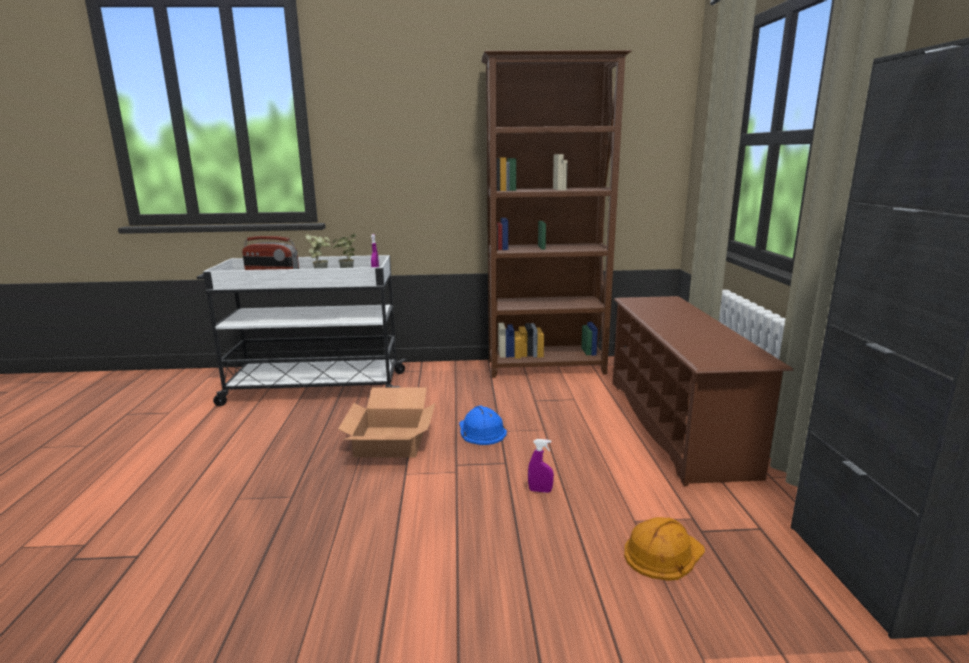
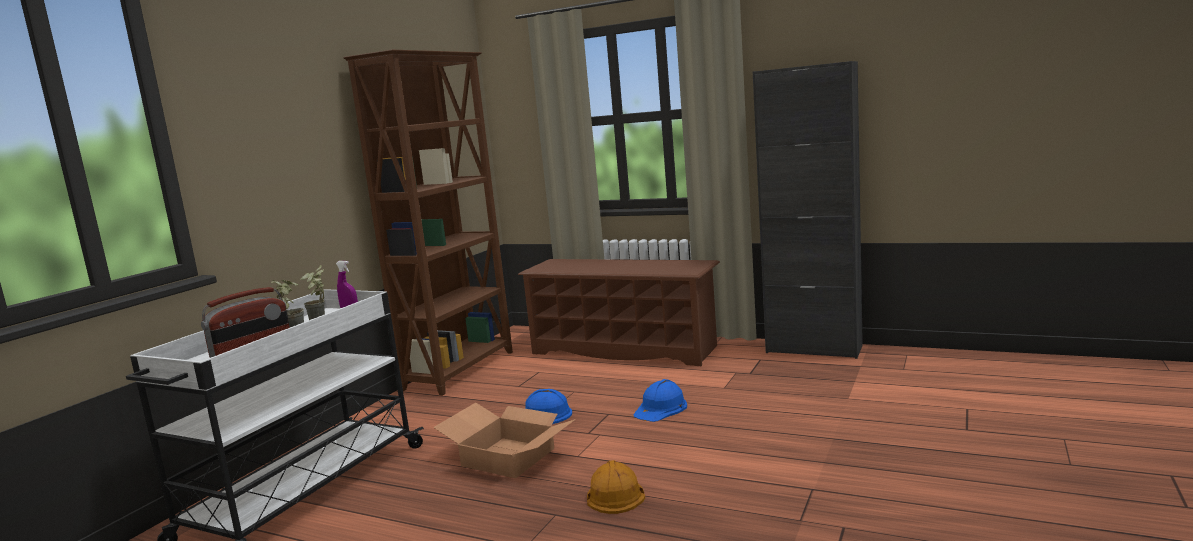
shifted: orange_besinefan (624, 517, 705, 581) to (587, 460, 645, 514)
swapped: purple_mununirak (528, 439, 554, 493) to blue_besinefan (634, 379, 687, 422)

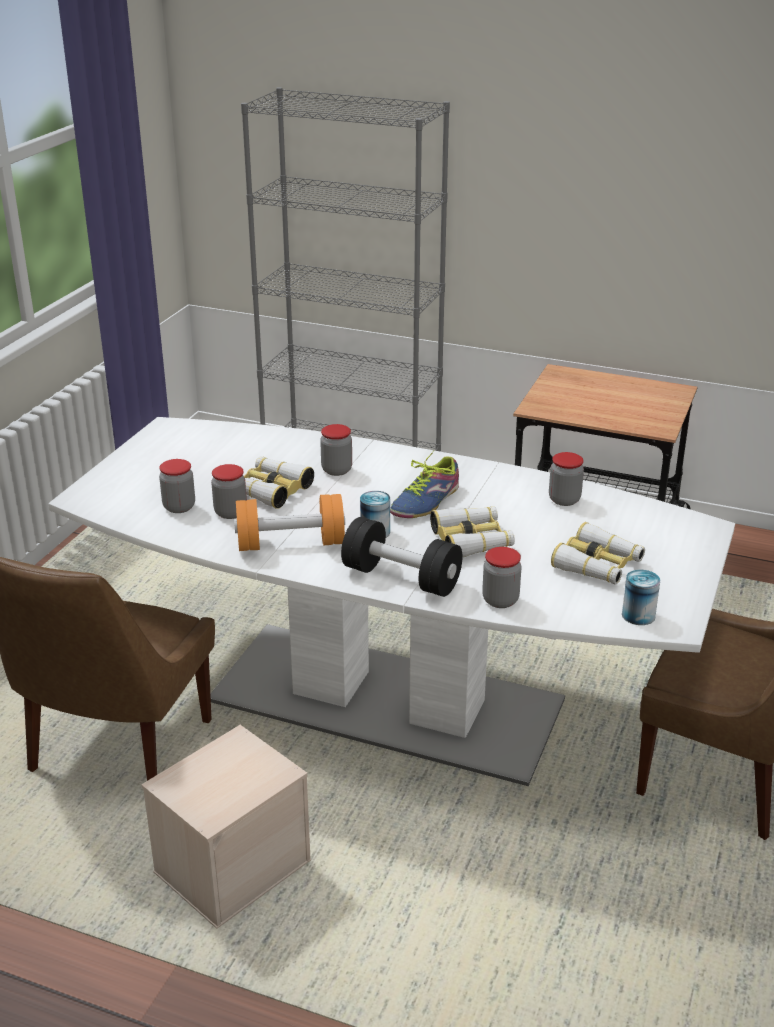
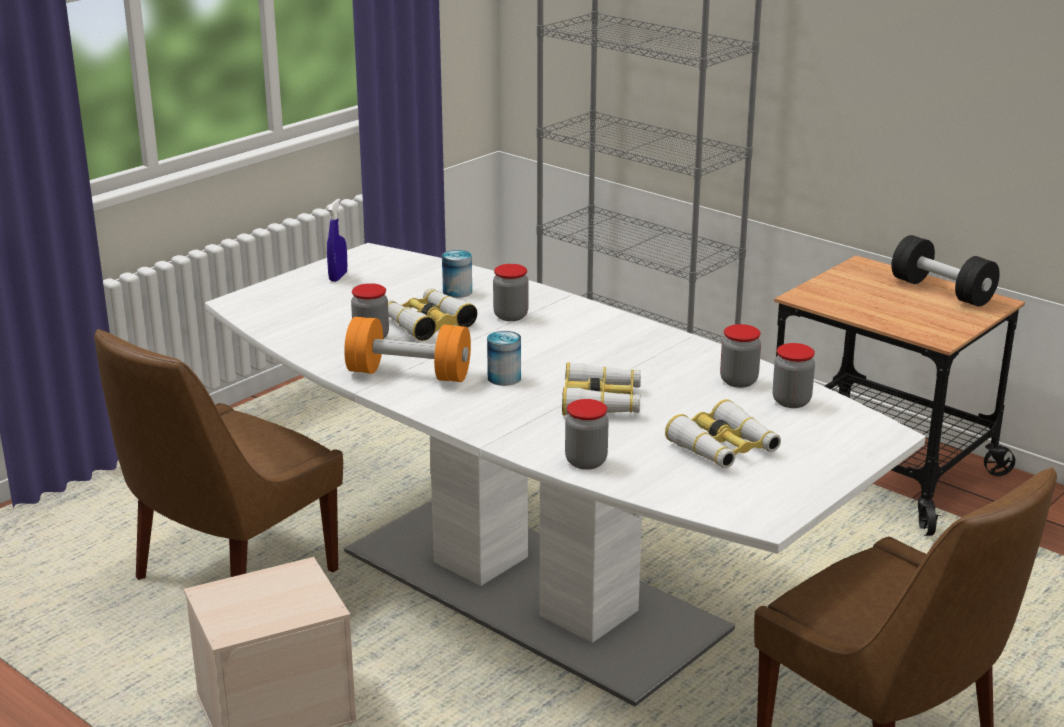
gone: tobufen (390, 451, 459, 518)
new: blue_mununirak (327, 199, 347, 282)
shifted: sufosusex (622, 570, 660, 625) to (442, 250, 472, 298); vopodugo (159, 459, 195, 513) to (772, 343, 815, 408); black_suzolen (341, 517, 463, 597) to (891, 235, 1000, 307)

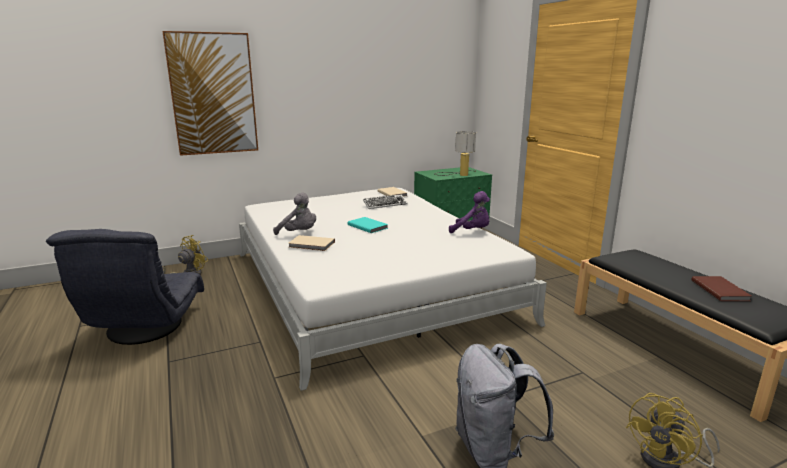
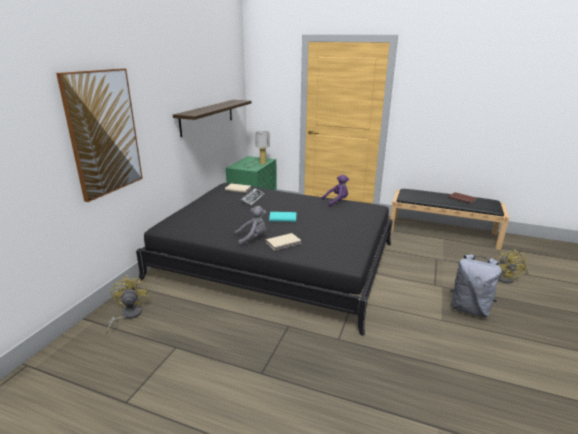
gone: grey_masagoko (46, 229, 204, 345)
new: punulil (173, 100, 252, 137)
repainted: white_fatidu (239, 188, 547, 391) to black_fatidu (136, 183, 393, 336)

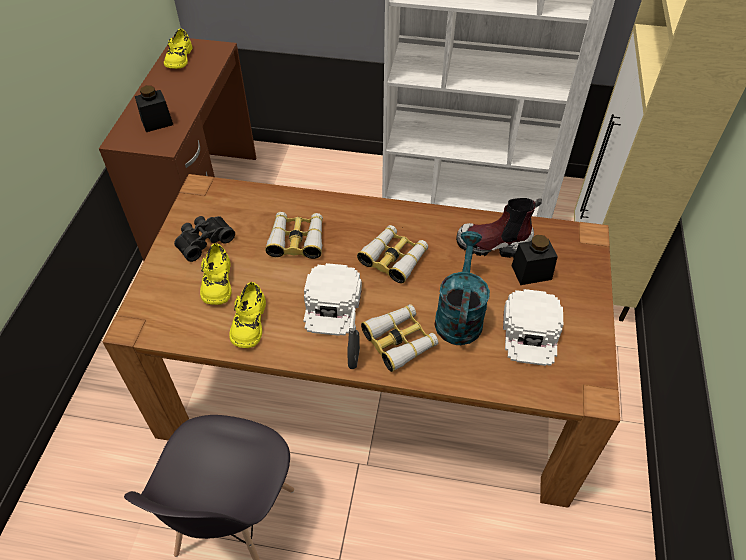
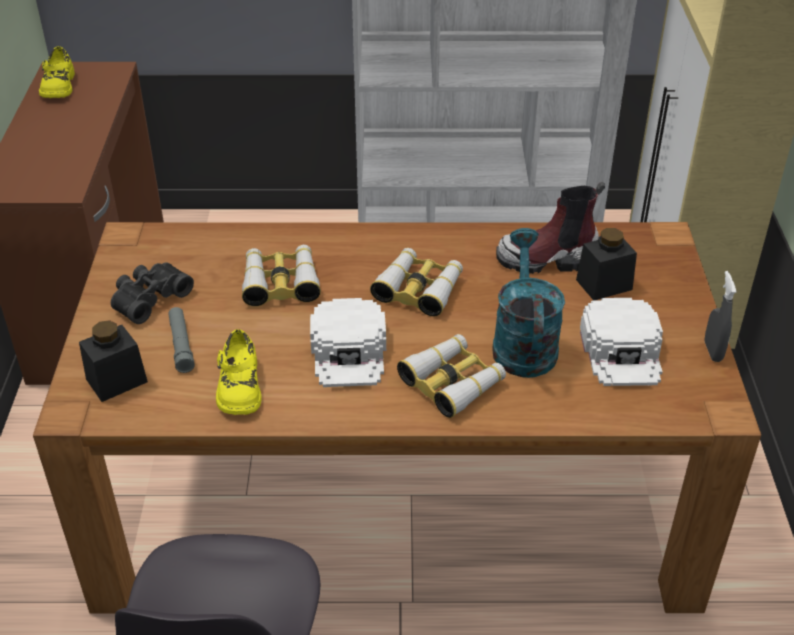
shifted: black_vopodugo (135, 85, 173, 132) to (79, 320, 148, 402); grey_mununirak (347, 308, 360, 369) to (705, 271, 737, 362)
swapped: yellow_tobufen (200, 243, 232, 305) to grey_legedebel (168, 307, 195, 373)

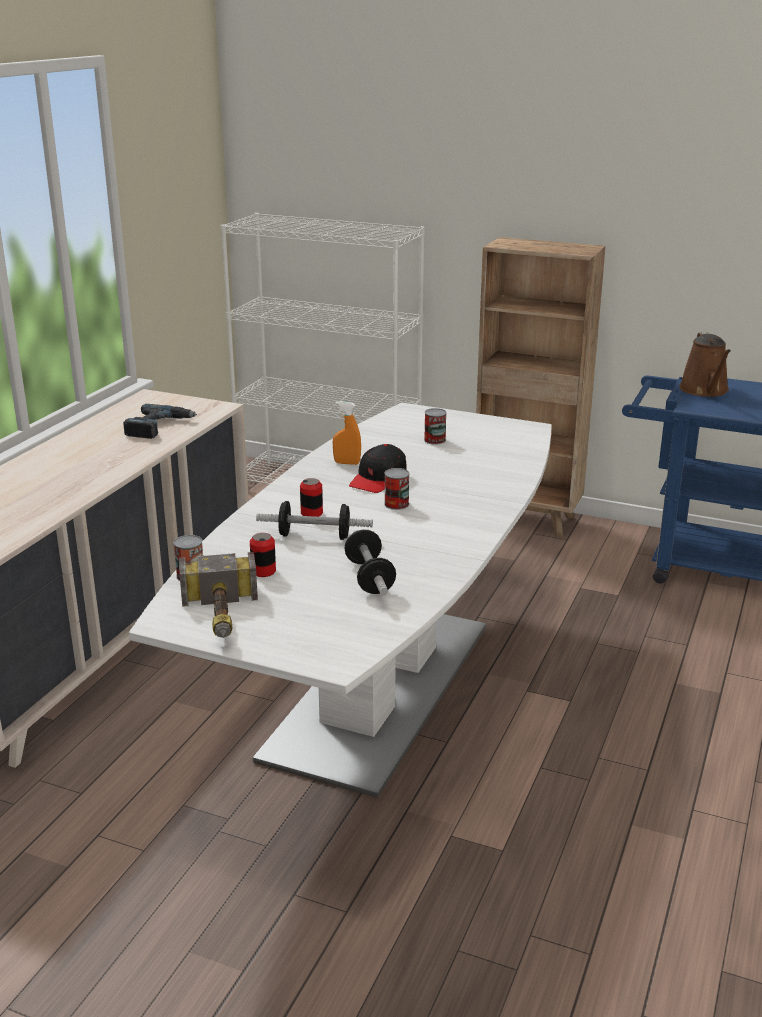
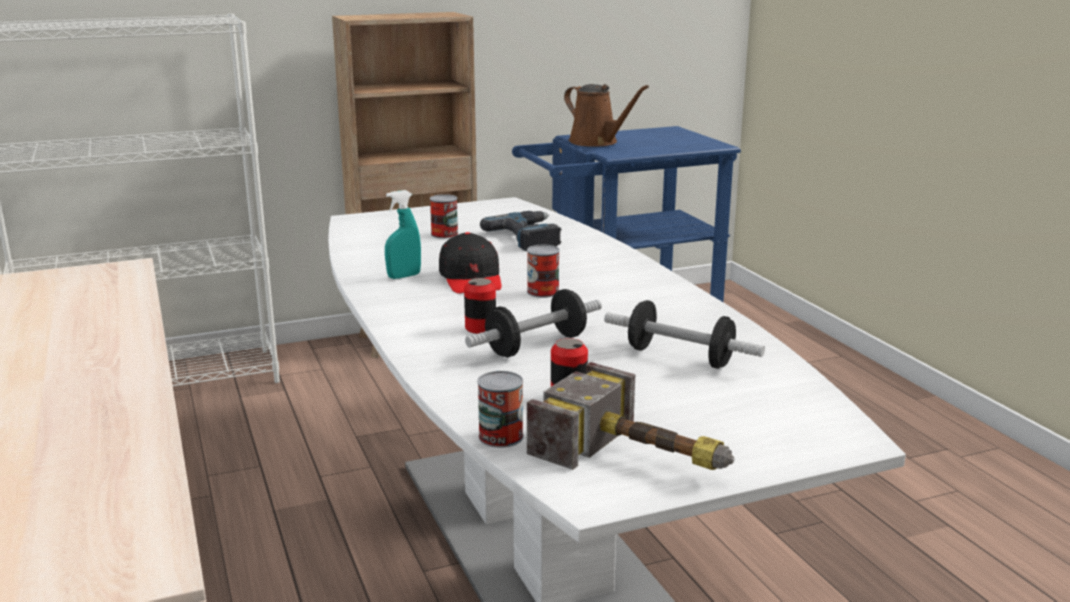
shifted: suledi (123, 404, 197, 439) to (480, 211, 562, 251)
repainted: orange_mununirak (333, 401, 361, 465) to turquoise_mununirak (385, 190, 421, 279)

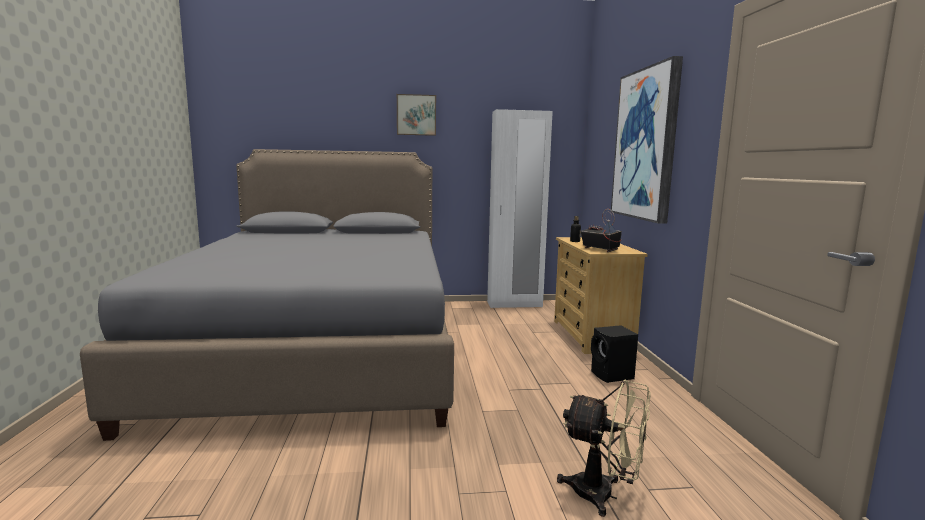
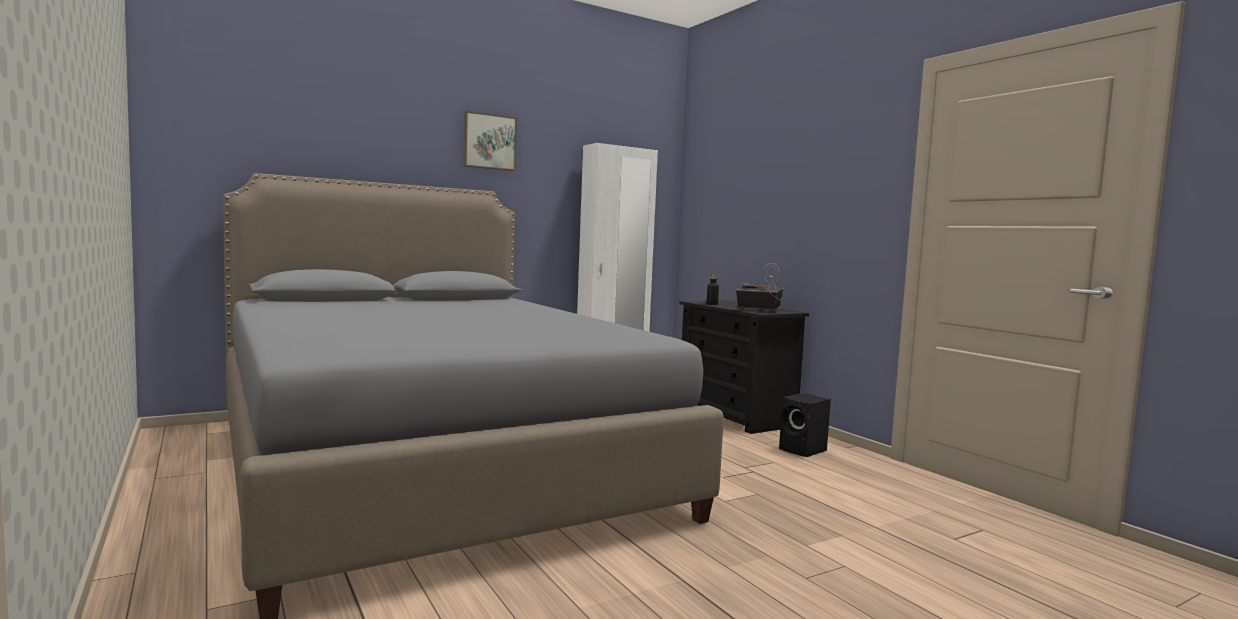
gone: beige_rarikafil (557, 379, 651, 517); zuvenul (611, 56, 683, 224)
repainted: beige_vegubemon (554, 237, 648, 354) to black_vegubemon (679, 301, 809, 434)

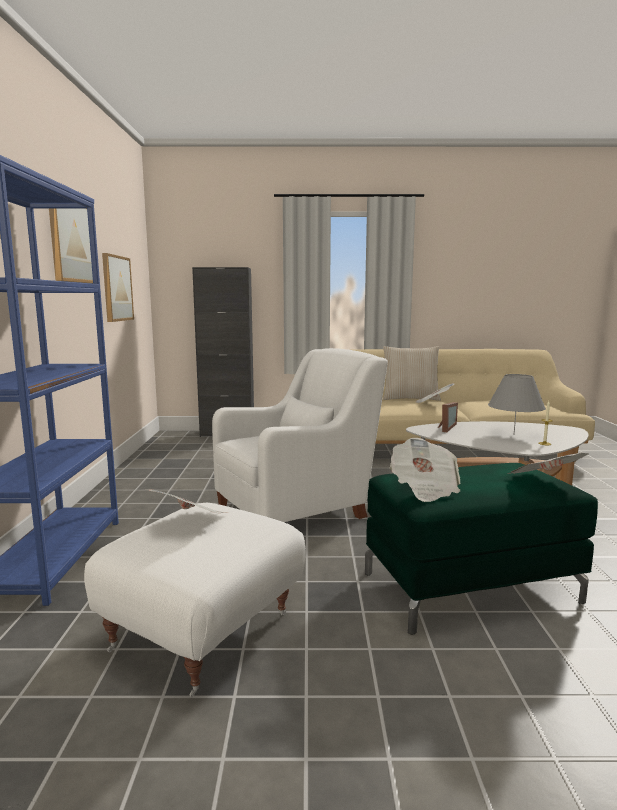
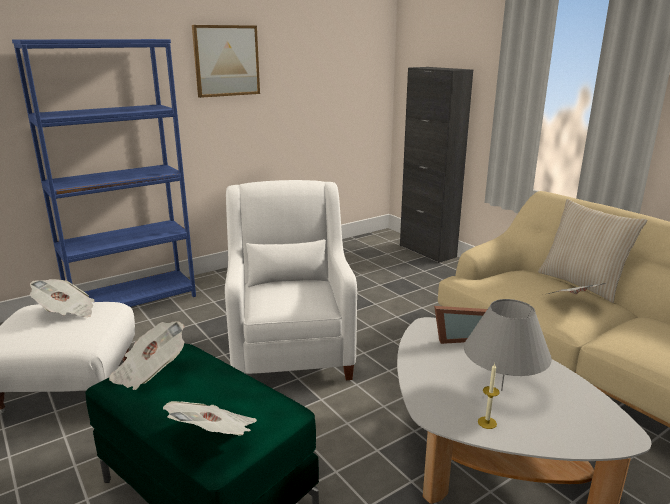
gone: zuvenul (102, 253, 134, 322)
rotated: white_masagoko (212, 348, 388, 522) = (225, 180, 357, 380) 120 degrees counterclockwise

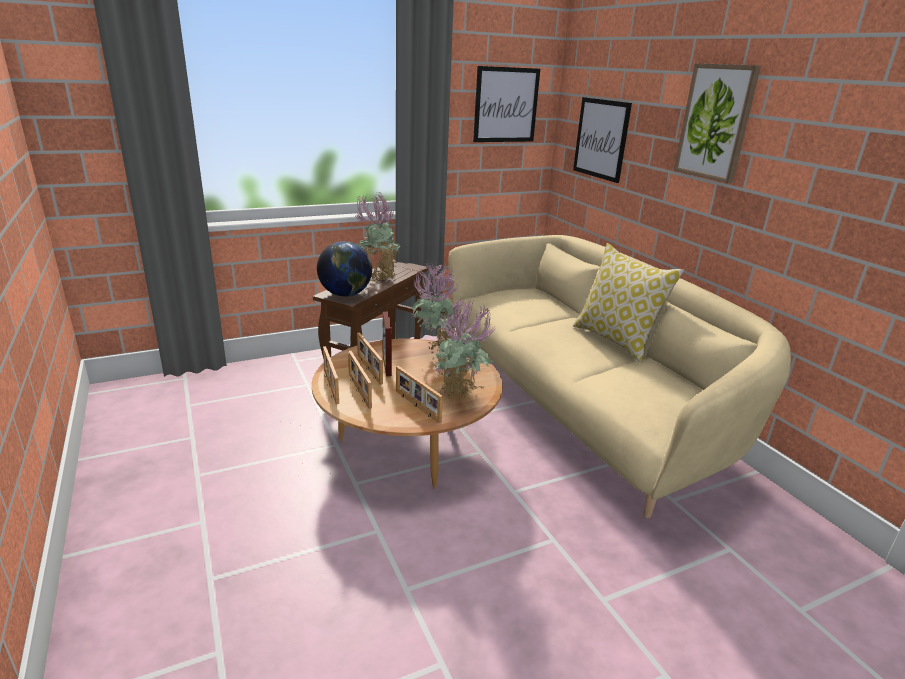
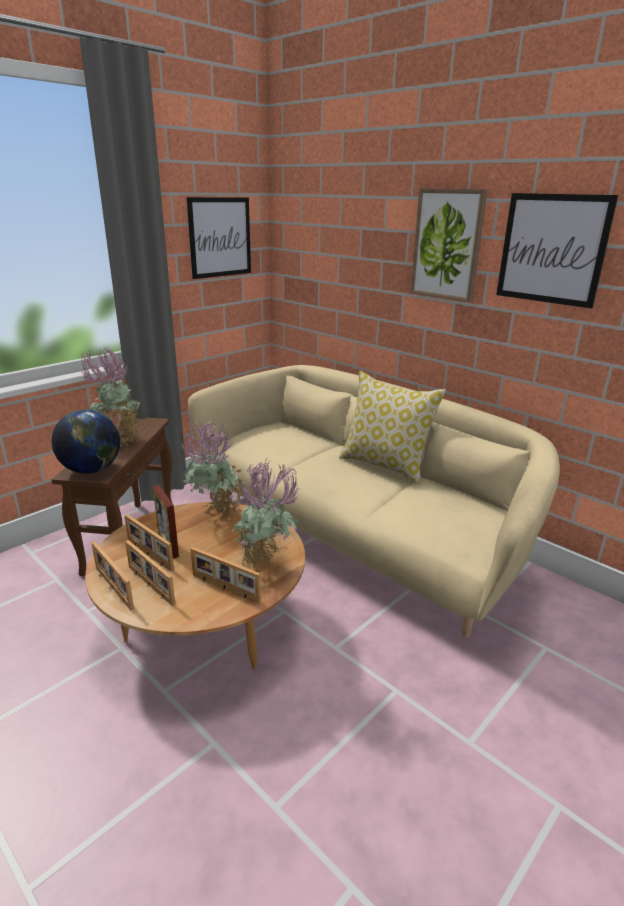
shifted: zuvenul (573, 97, 632, 183) to (496, 193, 618, 309)

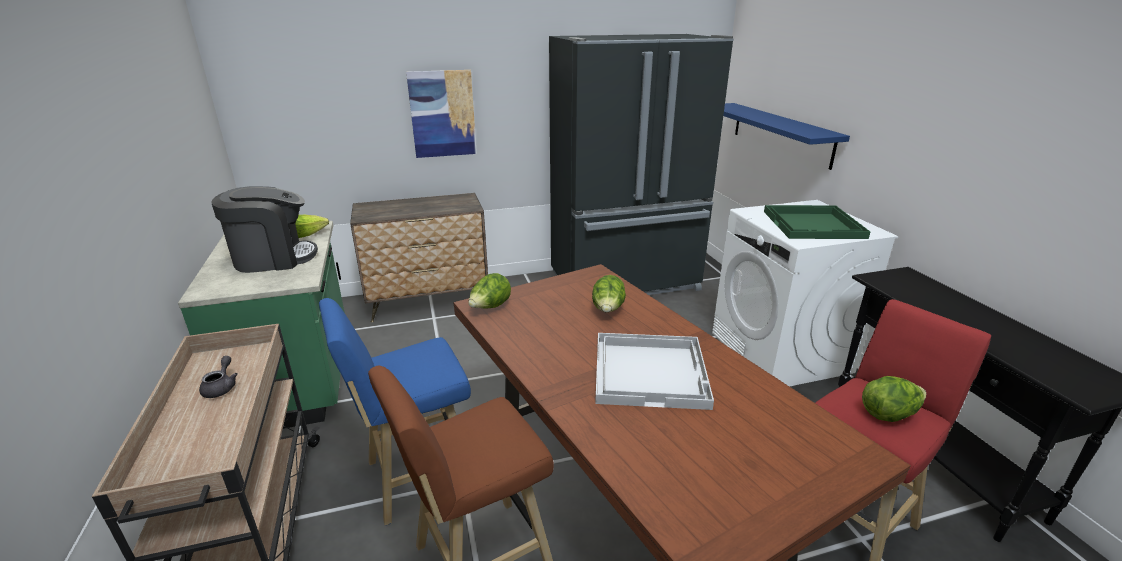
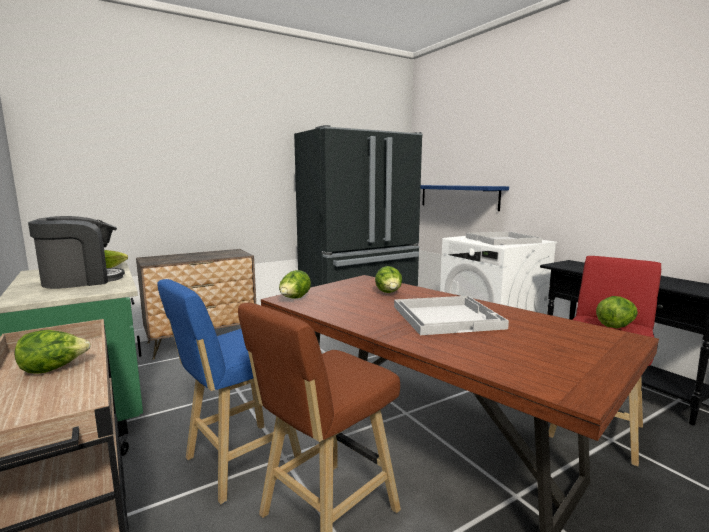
gone: zuvenul (406, 70, 477, 158)
swapped: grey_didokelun (199, 356, 238, 398) to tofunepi (15, 330, 91, 374)
repainted: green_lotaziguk (764, 205, 870, 239) to white_lotaziguk (466, 231, 542, 245)

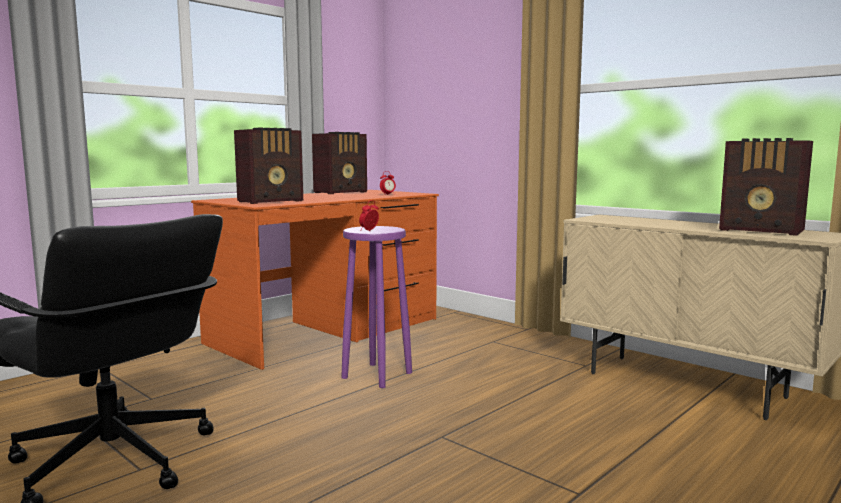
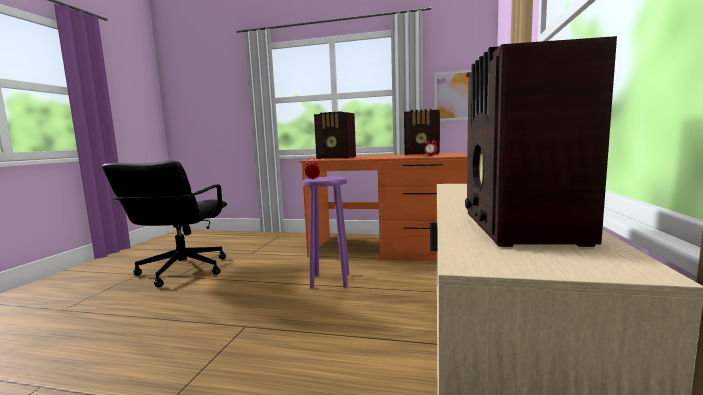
new: zuvenul (435, 70, 472, 121)

